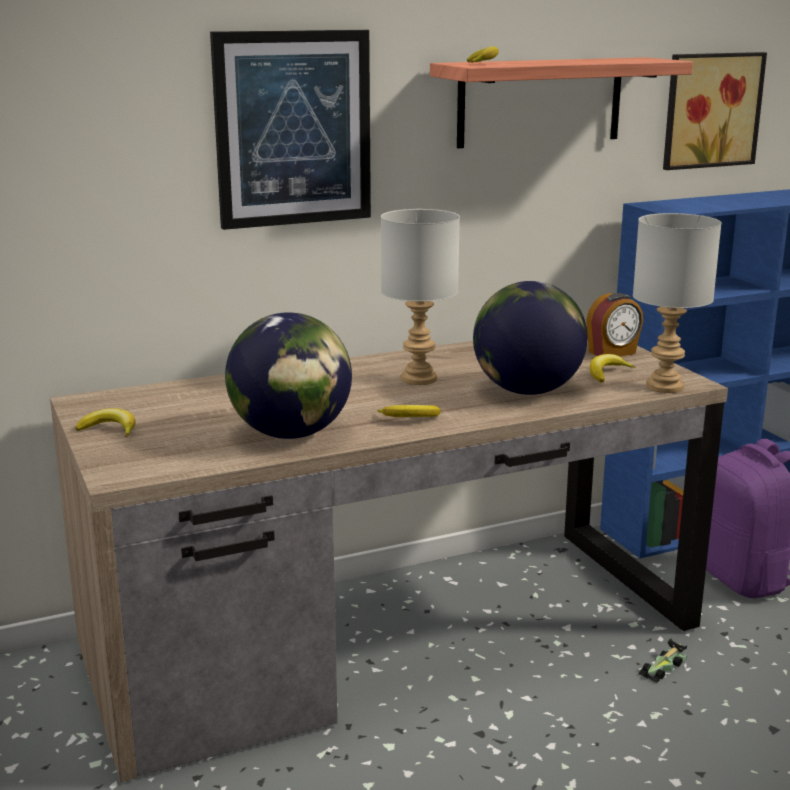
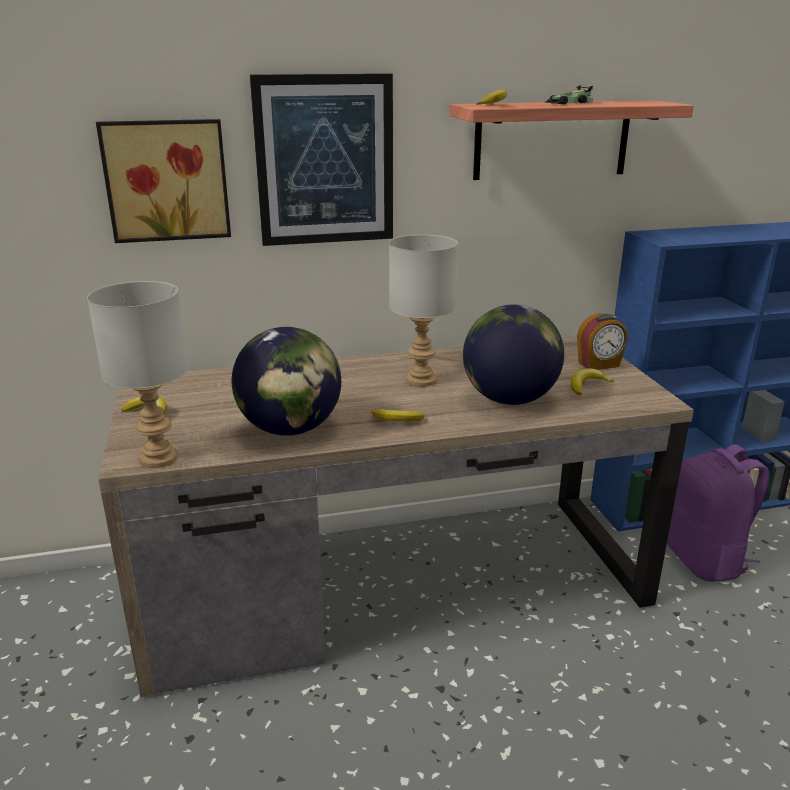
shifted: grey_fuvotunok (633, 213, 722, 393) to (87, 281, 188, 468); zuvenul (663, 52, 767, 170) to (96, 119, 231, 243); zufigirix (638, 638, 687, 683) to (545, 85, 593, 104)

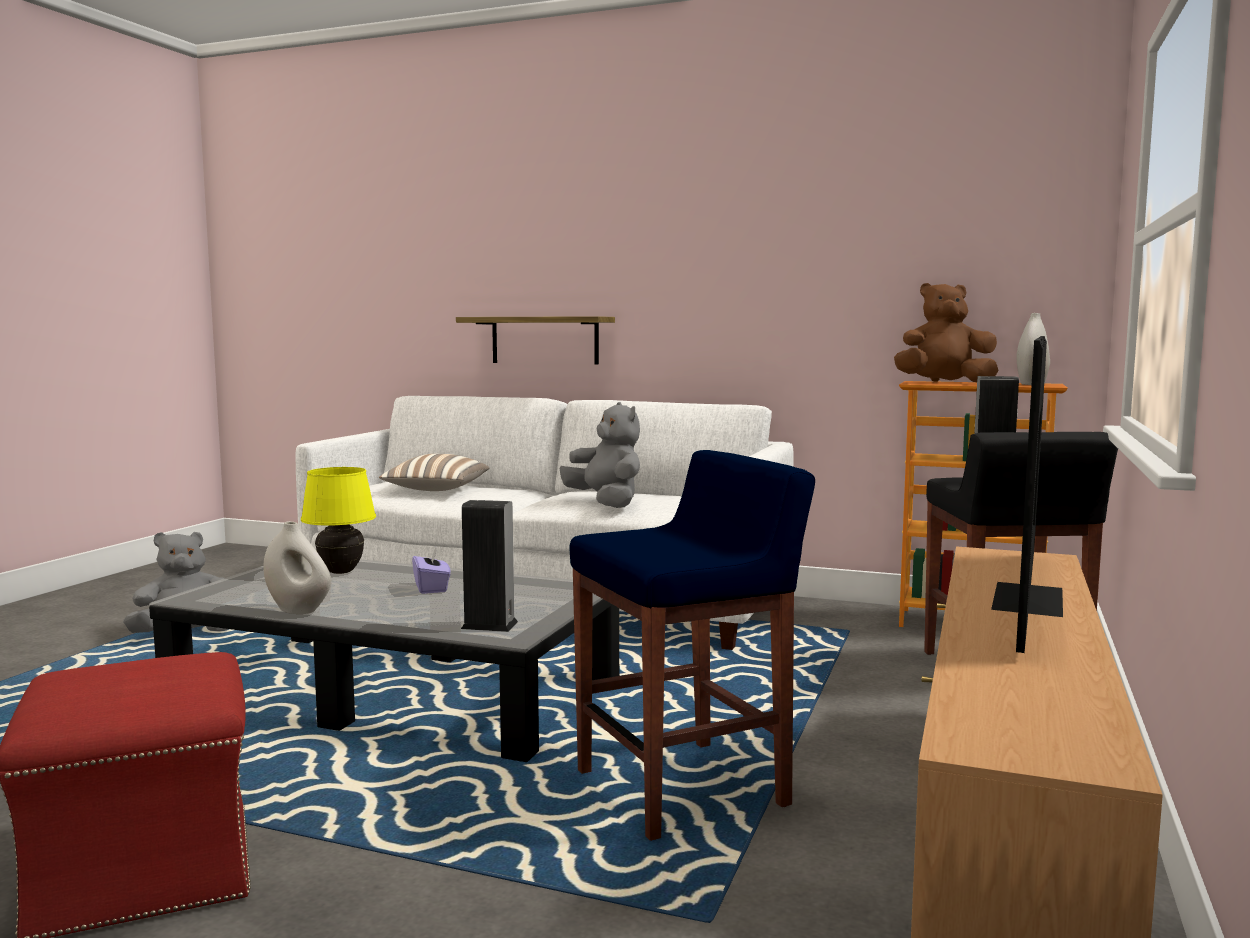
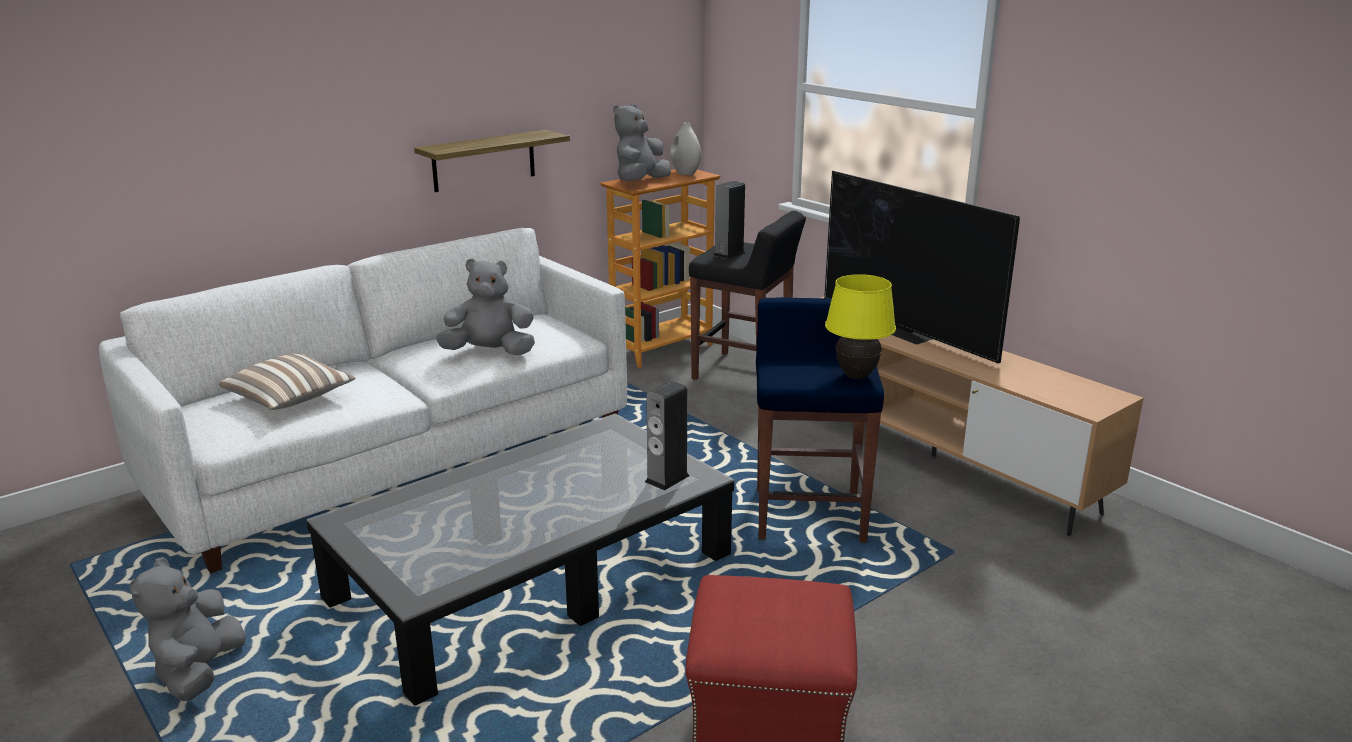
gone: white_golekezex (263, 521, 331, 614); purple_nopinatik (412, 547, 451, 594)
shifted: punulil (456, 316, 615, 364) to (414, 130, 570, 192); yellow_fuvotunok (301, 467, 376, 574) to (825, 274, 896, 379)
repainted: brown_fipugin (894, 283, 998, 382) to grey_fipugin (614, 104, 671, 181)

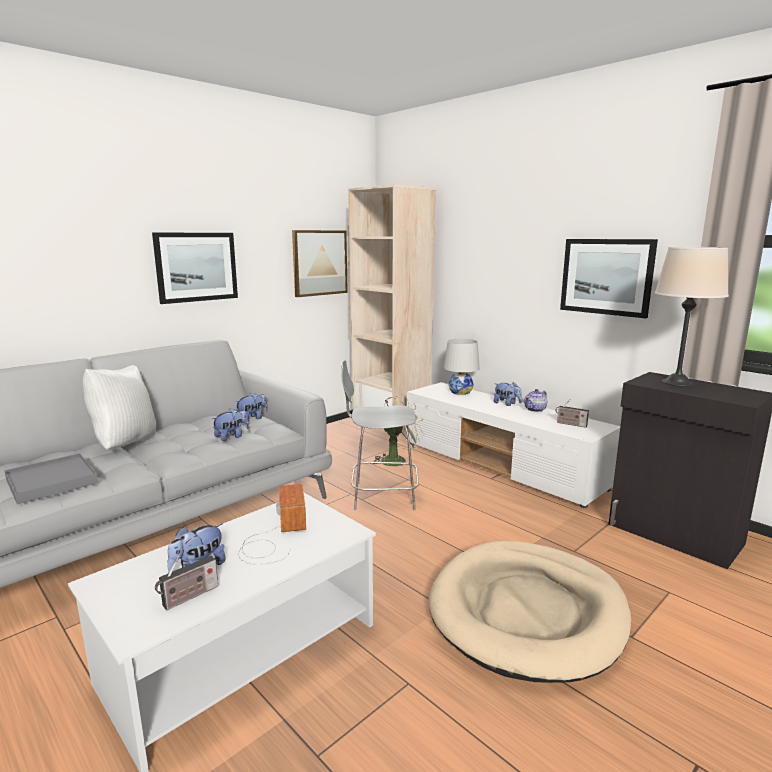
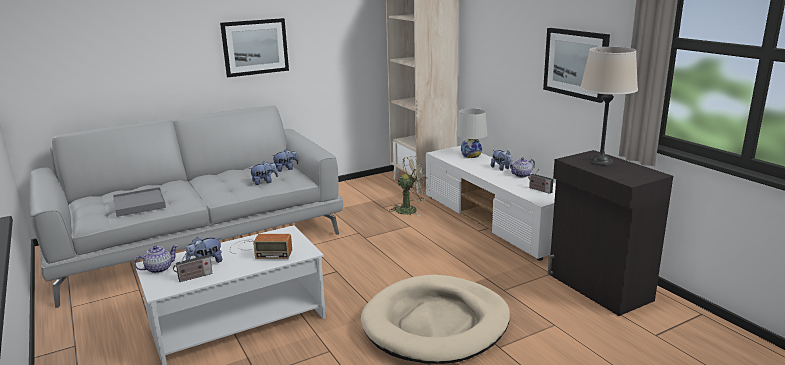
gone: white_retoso (83, 365, 156, 450); zuvenul (292, 230, 348, 297); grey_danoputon (341, 360, 419, 510)
new: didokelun (134, 245, 178, 273)
rotated: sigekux (238, 484, 306, 565) = (230, 234, 292, 259) 90 degrees clockwise

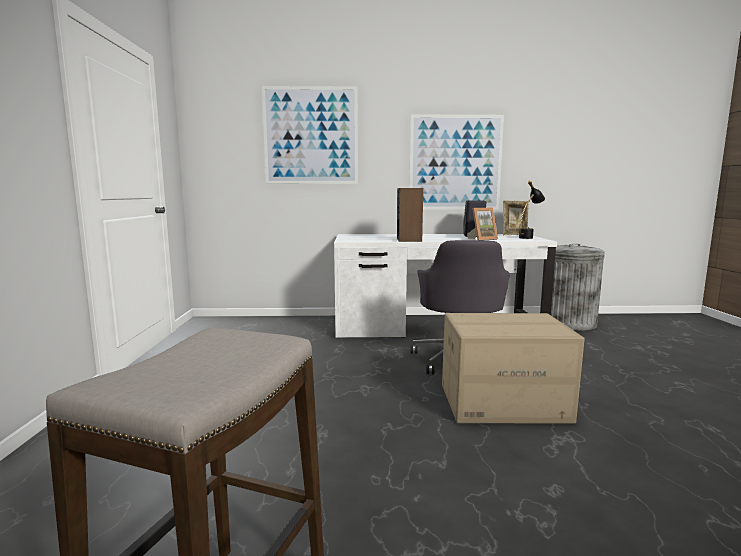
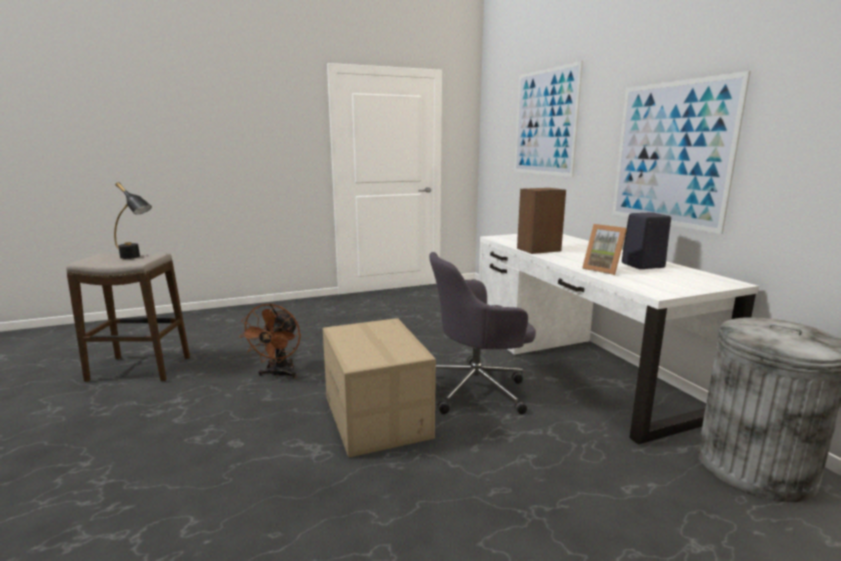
gone: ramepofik (503, 201, 529, 235)
new: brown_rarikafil (239, 303, 301, 379)
shifted: black_fuvotunok (519, 180, 545, 239) to (114, 182, 152, 259)

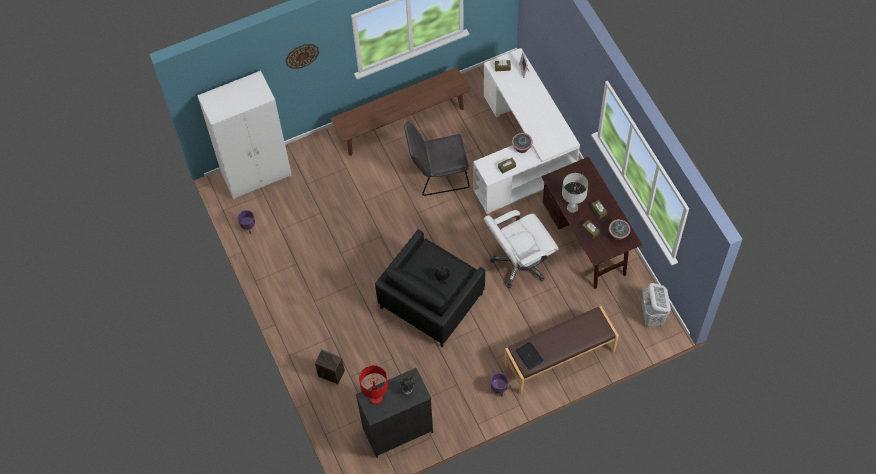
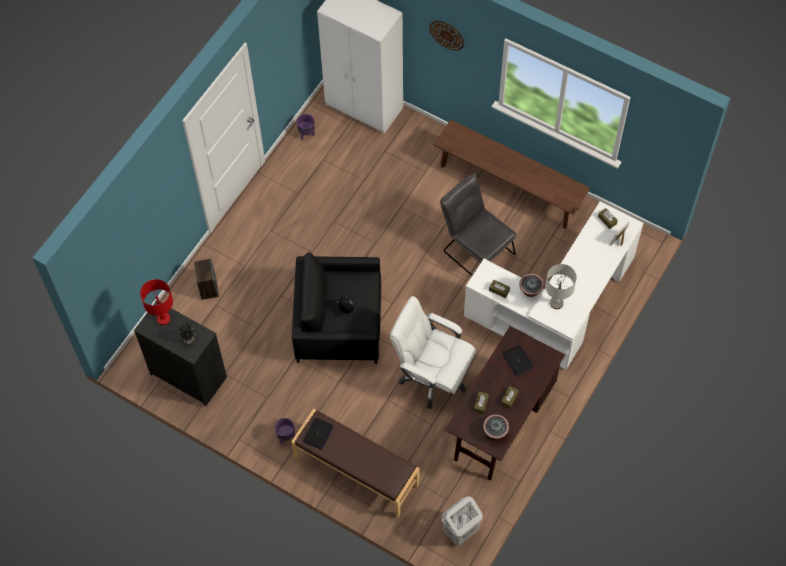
shifted: grey_fuvotunok (562, 173, 588, 214) to (545, 264, 576, 309)

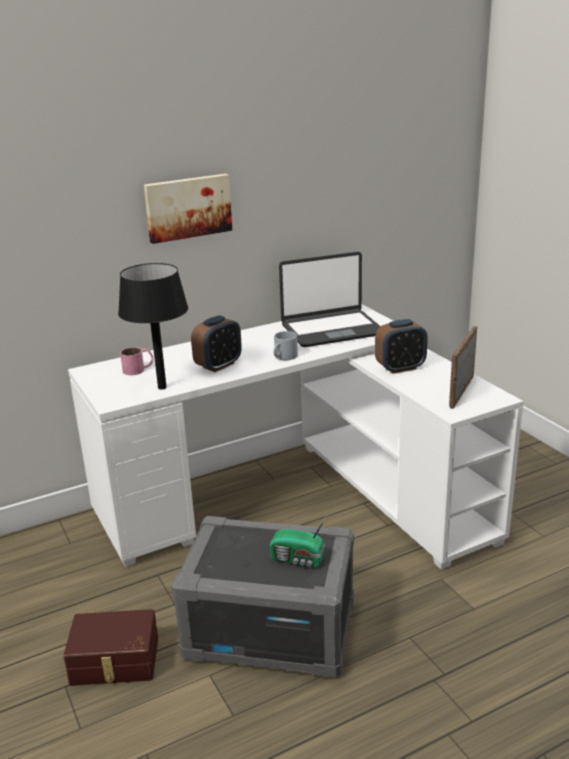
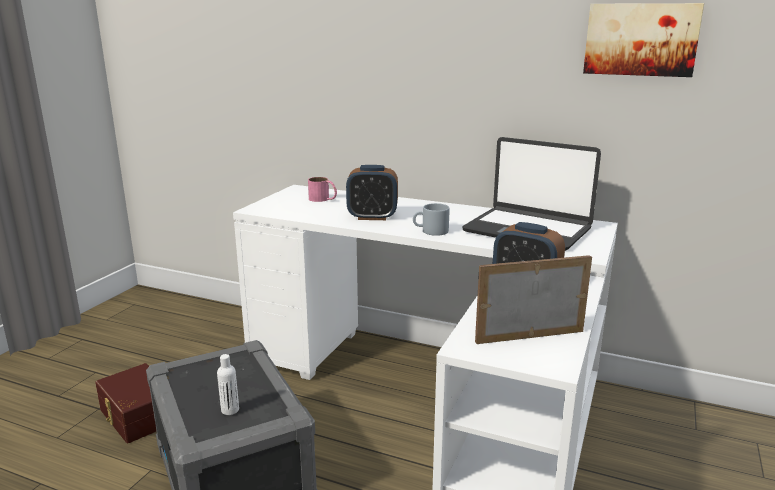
gone: black_fuvotunok (118, 263, 188, 390)
shifted: zuvenul (144, 174, 232, 244) to (583, 3, 704, 77)
swapped: sigekux (270, 516, 327, 567) to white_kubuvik (217, 354, 239, 415)

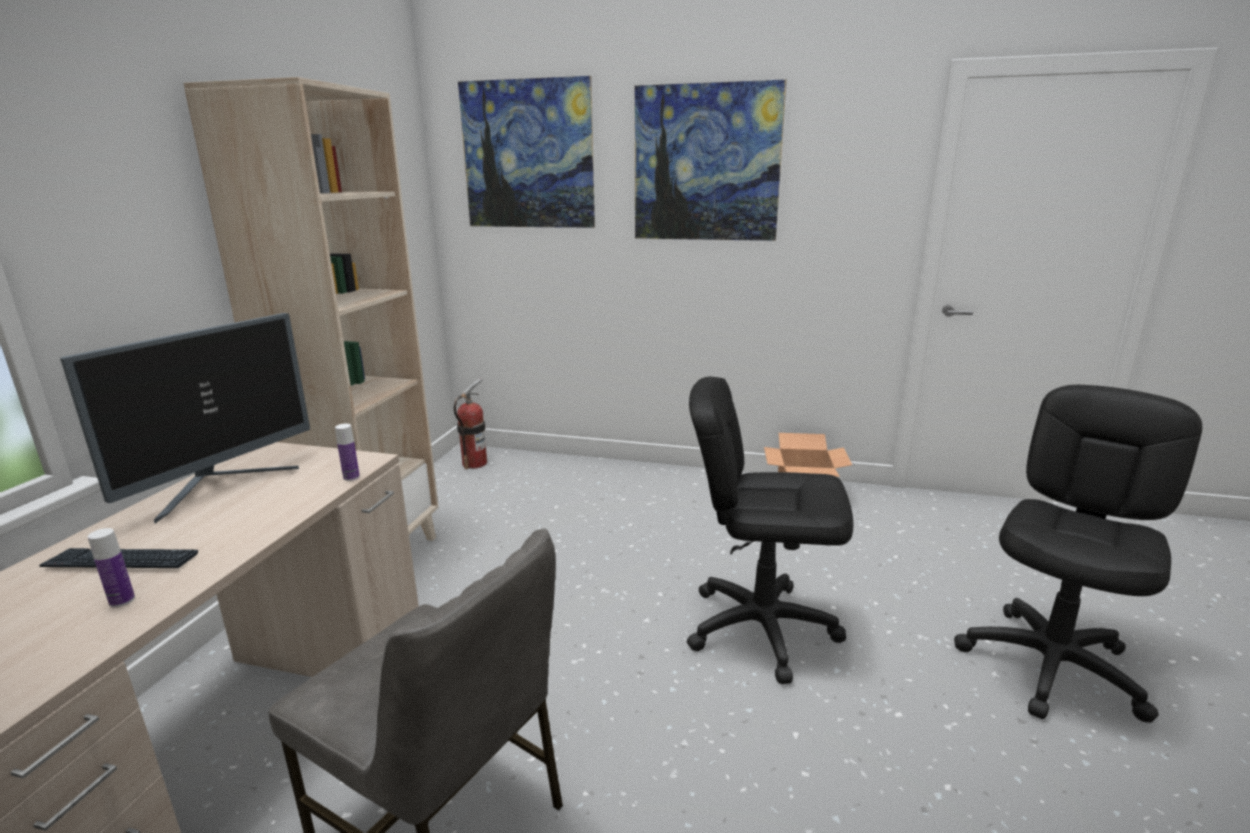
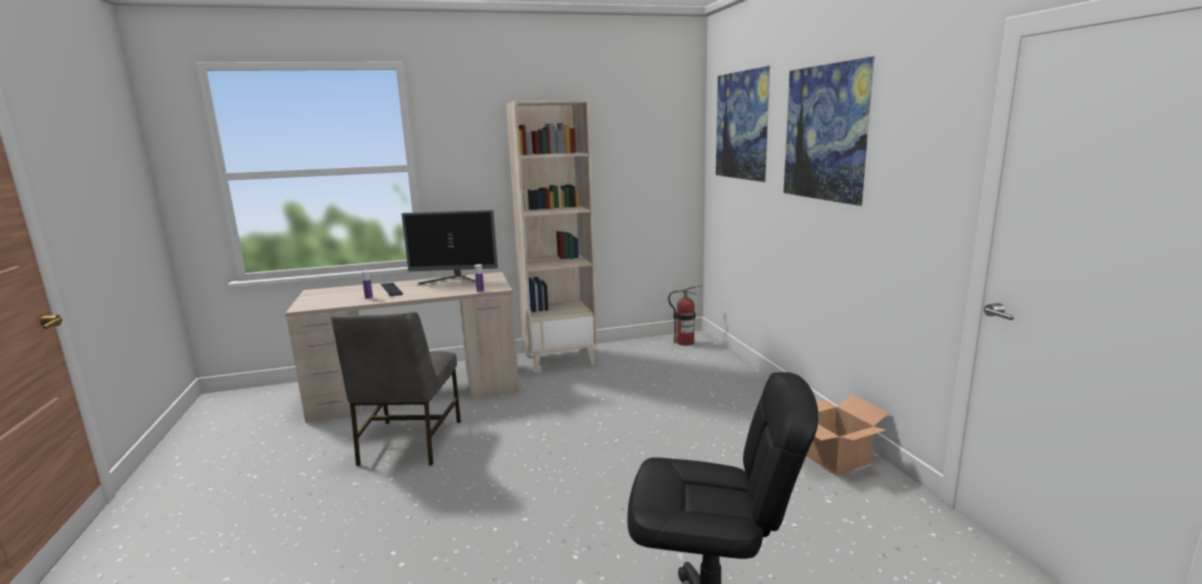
gone: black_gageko (687, 377, 853, 684)

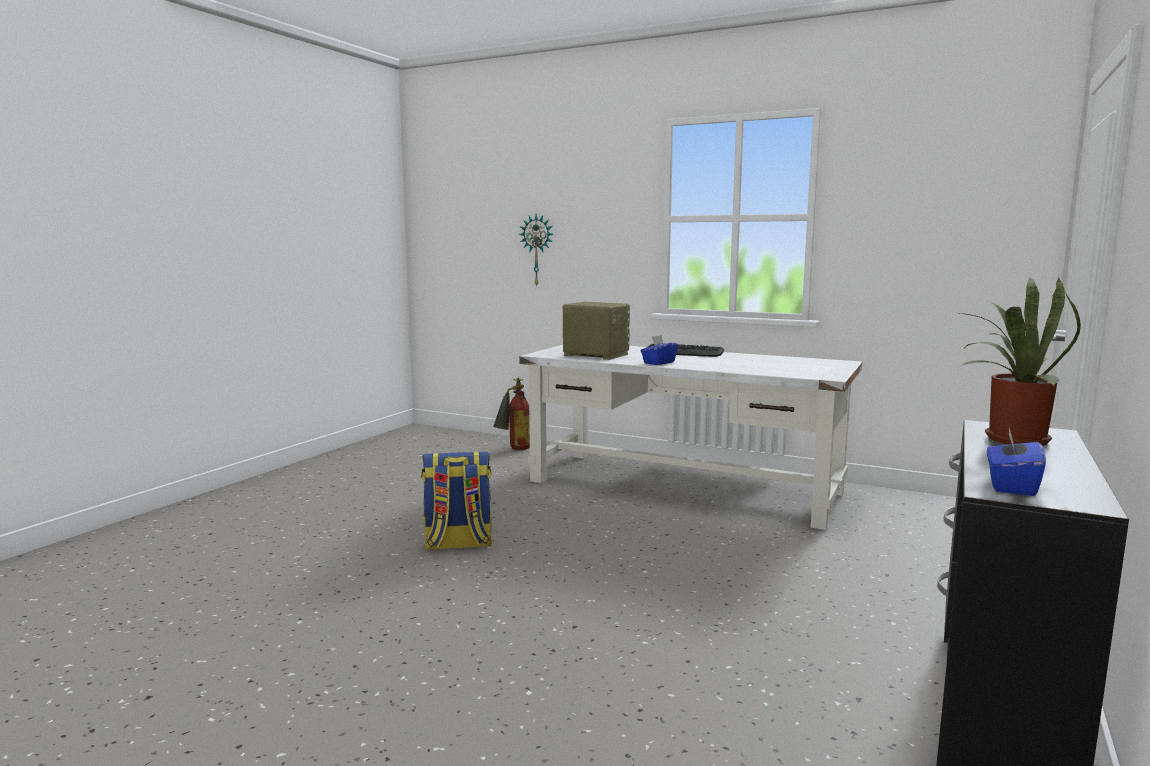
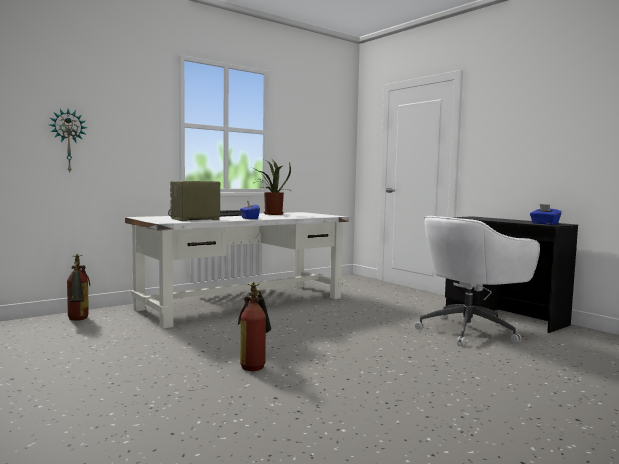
new: white_gageko (414, 216, 540, 346)
shifted: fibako (960, 277, 1081, 446) to (252, 160, 291, 215)
swapped: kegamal (421, 451, 493, 550) to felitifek (238, 282, 271, 371)

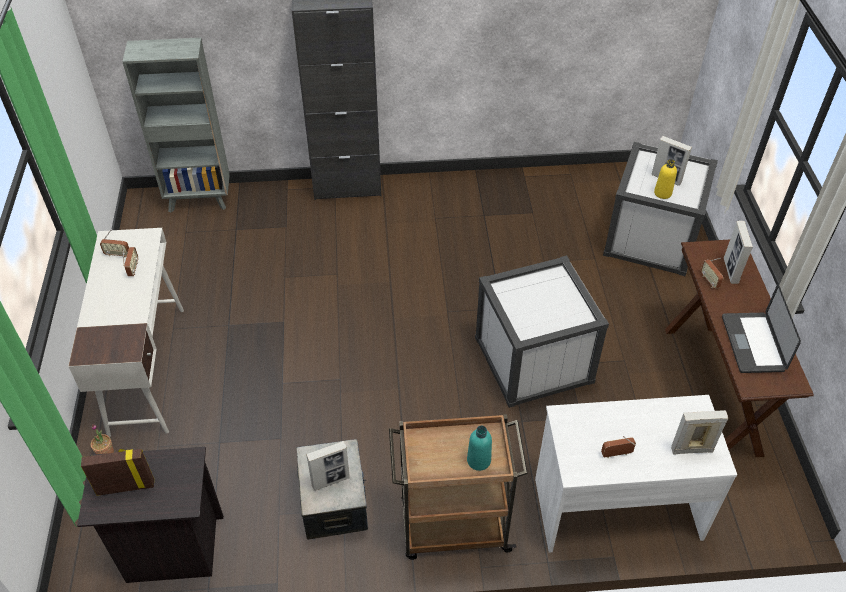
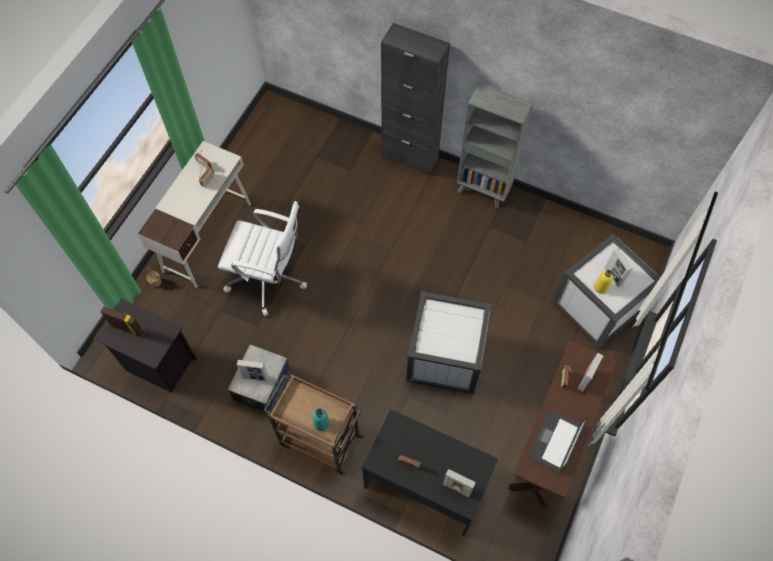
new: white_gageko (218, 201, 307, 316)
shifted: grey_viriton (122, 38, 230, 213) to (457, 83, 534, 208)
repainted: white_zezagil (535, 395, 737, 552) to black_zezagil (362, 409, 498, 536)

